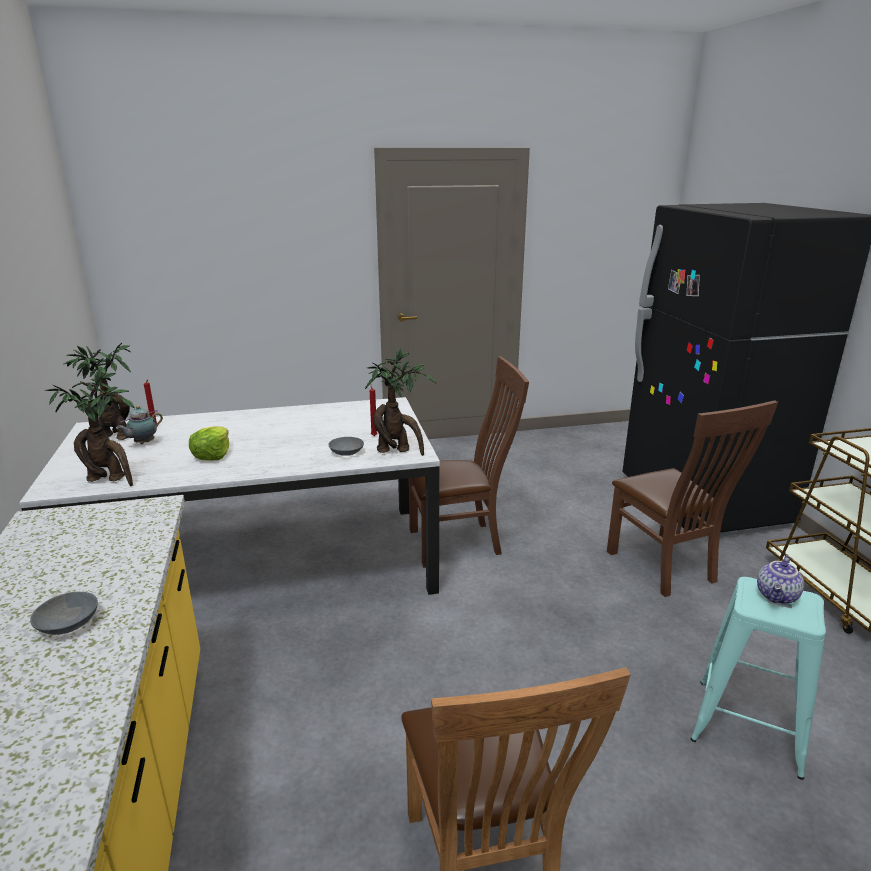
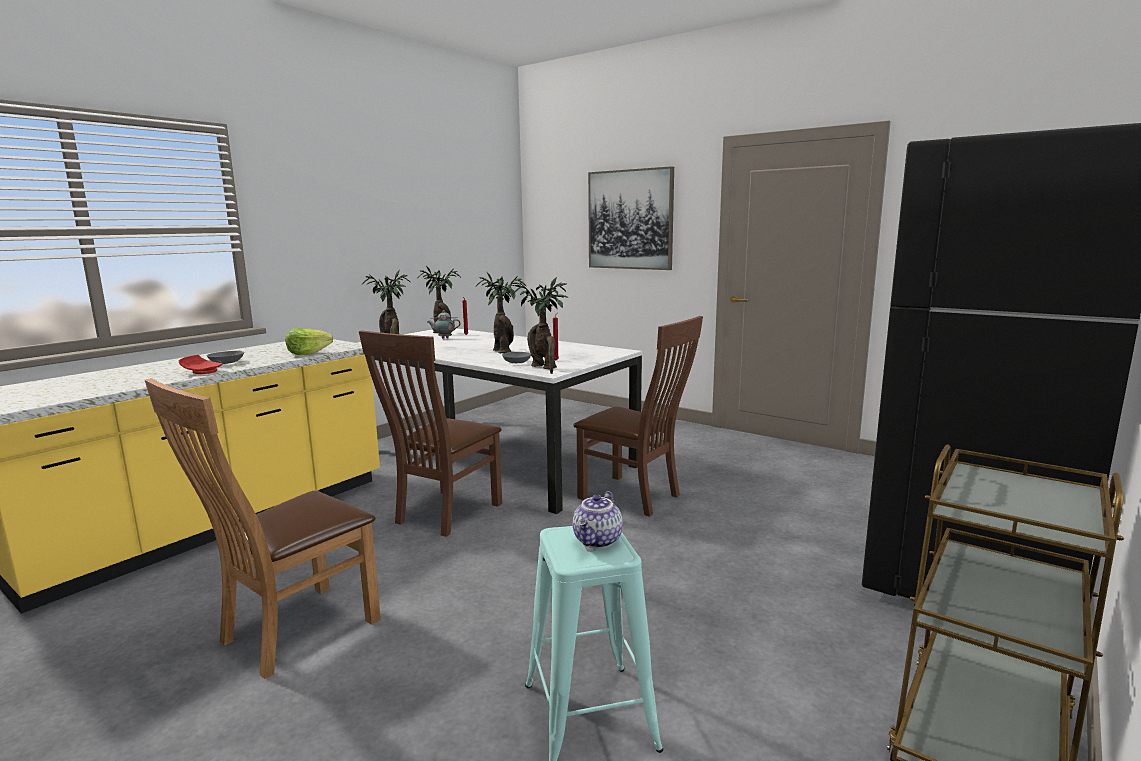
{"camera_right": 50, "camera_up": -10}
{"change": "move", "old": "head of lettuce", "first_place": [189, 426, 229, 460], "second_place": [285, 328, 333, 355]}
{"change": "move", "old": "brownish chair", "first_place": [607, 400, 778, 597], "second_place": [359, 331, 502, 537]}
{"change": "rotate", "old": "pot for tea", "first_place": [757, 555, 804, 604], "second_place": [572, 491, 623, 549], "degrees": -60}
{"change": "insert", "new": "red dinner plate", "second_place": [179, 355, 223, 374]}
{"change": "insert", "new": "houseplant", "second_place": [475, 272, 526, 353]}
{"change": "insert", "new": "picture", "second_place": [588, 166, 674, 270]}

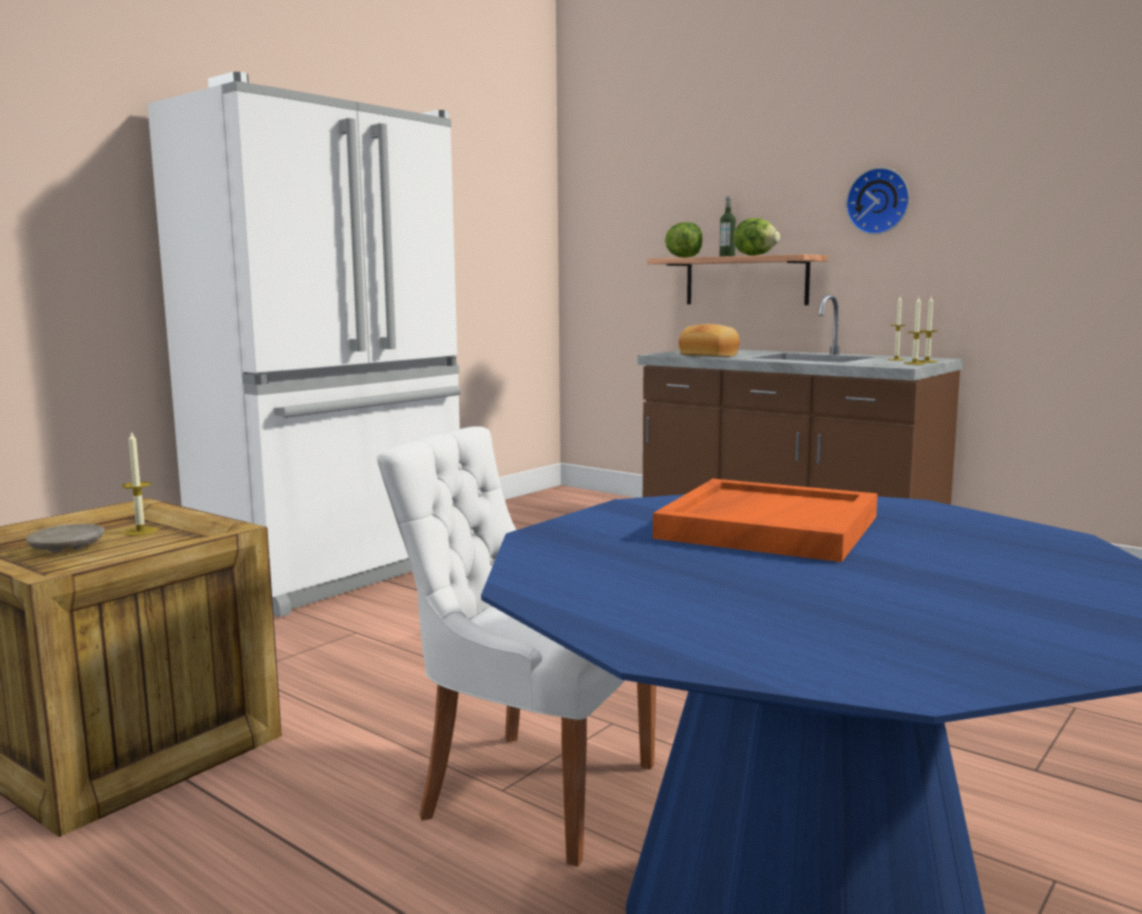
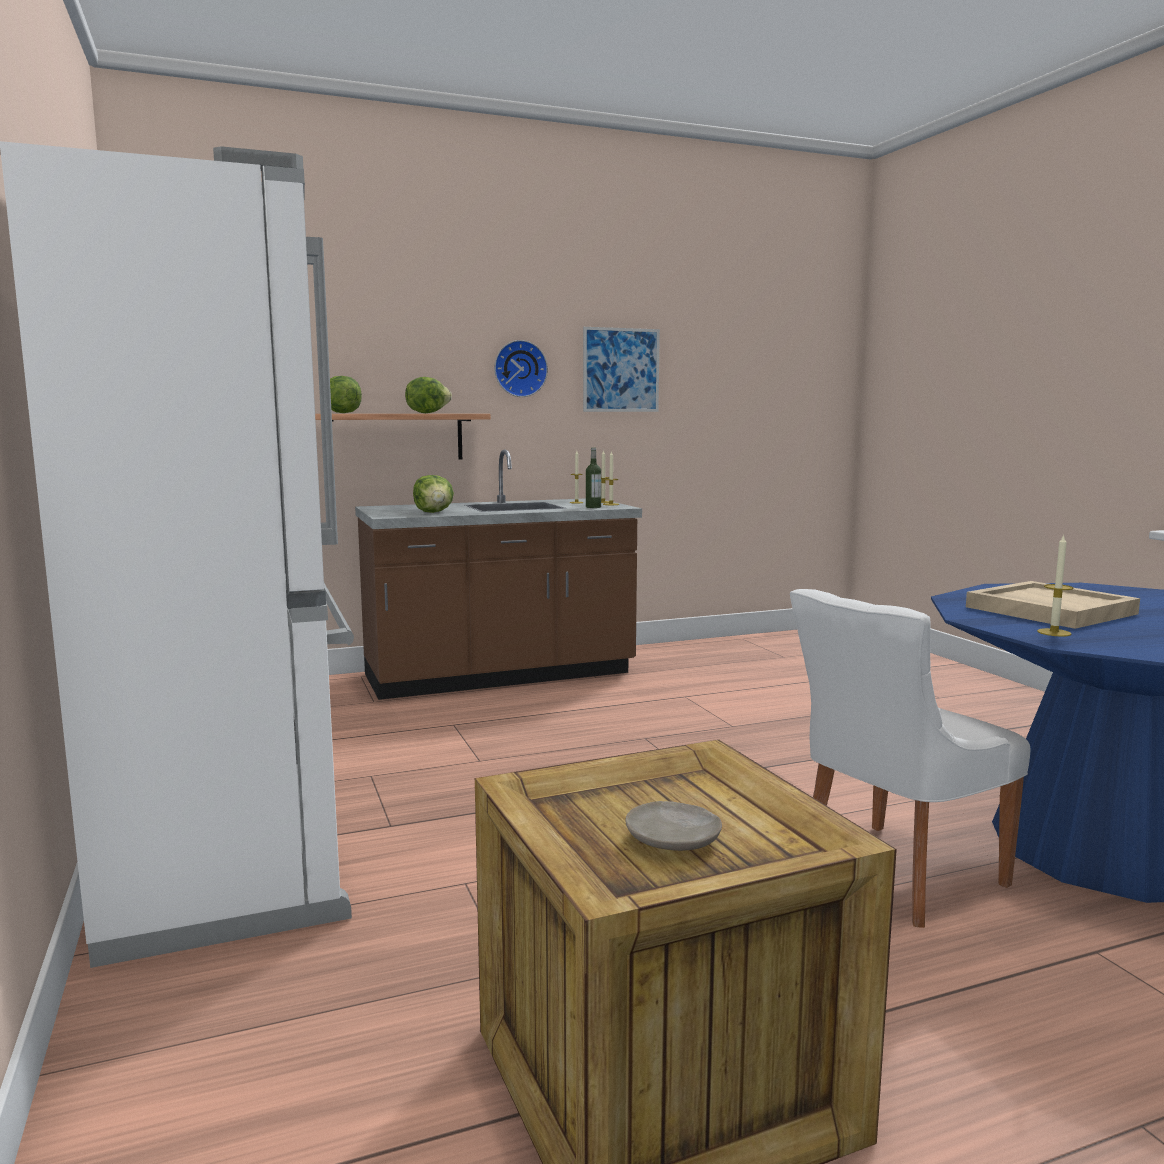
{"camera_right": -60, "camera_up": 0}
{"change": "move", "old": "wax light", "first_place": [122, 431, 158, 536], "second_place": [1037, 534, 1073, 637]}
{"change": "recolor", "old": "orange carrying tray", "new": "beige carrying tray", "first_place": [653, 479, 878, 562], "second_place": [966, 581, 1140, 629]}
{"change": "replace", "old": "baked bread", "new": "head of lettuce", "first_place": [679, 324, 740, 357], "second_place": [413, 475, 454, 513]}
{"change": "move", "old": "bottle", "first_place": [720, 196, 736, 257], "second_place": [586, 448, 601, 508]}
{"change": "insert", "new": "picture", "second_place": [583, 327, 660, 412]}

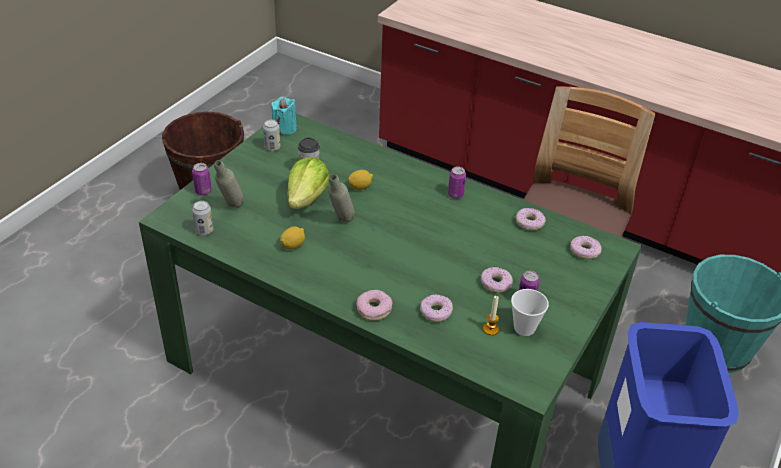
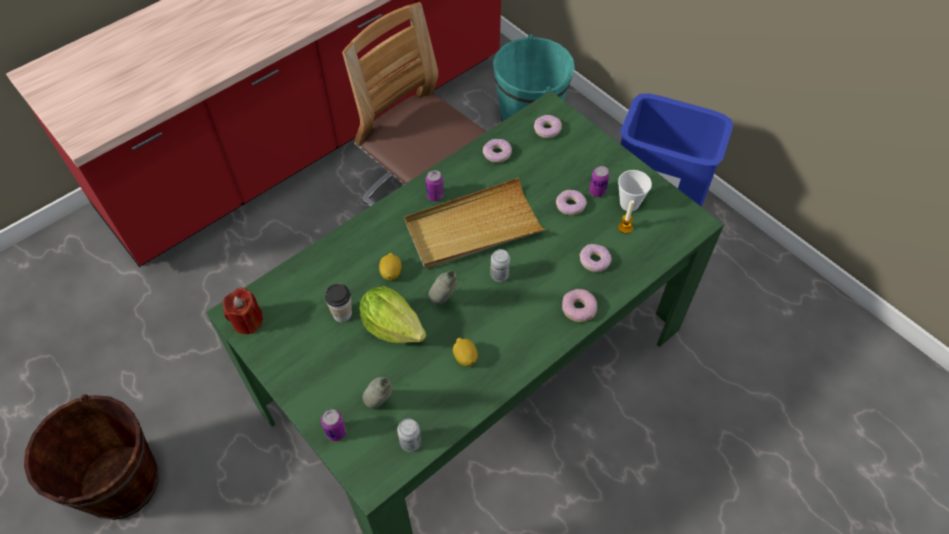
{"camera_right": -70, "camera_up": 15}
{"change": "move", "old": "sealed can", "first_place": [263, 120, 280, 151], "second_place": [490, 249, 510, 282]}
{"change": "recolor", "old": "blue-green wax light", "new": "red wax light", "first_place": [271, 97, 297, 135], "second_place": [222, 288, 263, 334]}
{"change": "insert", "new": "beige carrying tray", "second_place": [404, 177, 546, 269]}

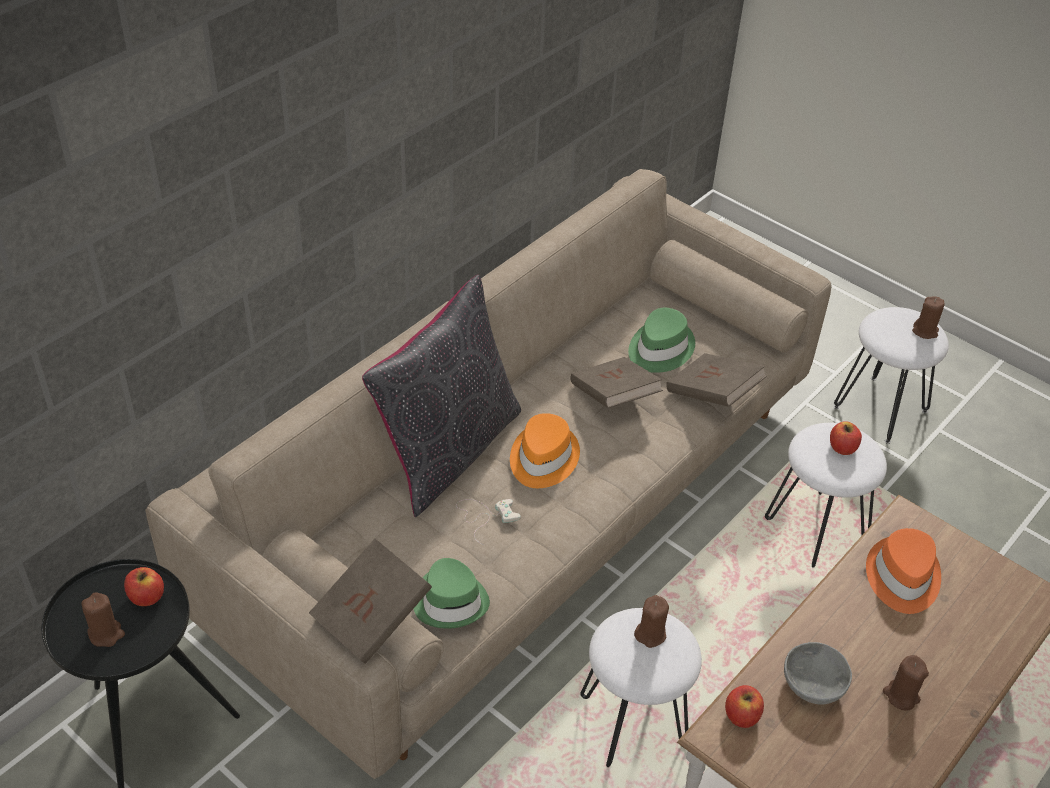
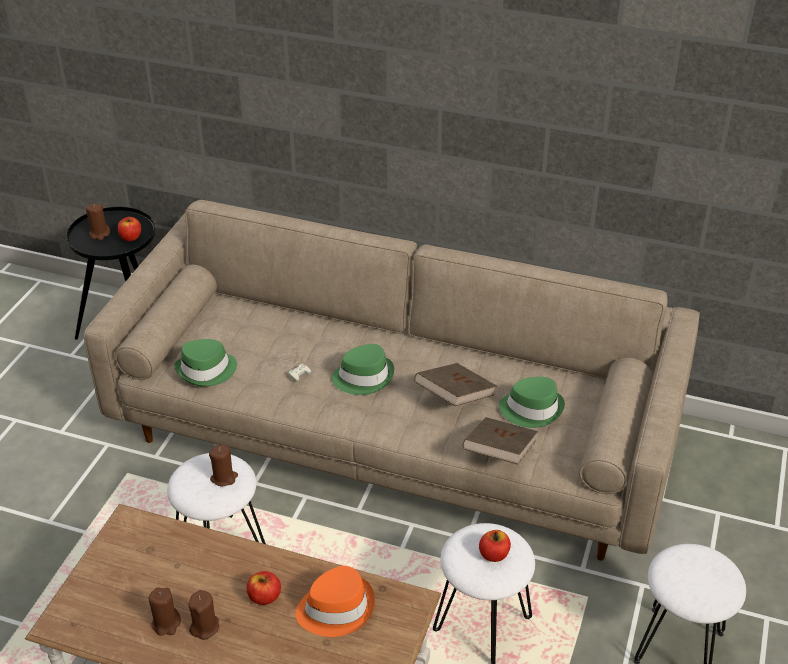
{"camera_right": 70, "camera_up": -5}
{"change": "delete", "old": "brownish bound book", "first_place": [309, 538, 432, 664]}
{"change": "delete", "old": "black-coloured cushion", "first_place": [362, 275, 521, 517]}
{"change": "recolor", "old": "orange wearable hat", "new": "green wearable hat", "first_place": [510, 413, 580, 488], "second_place": [331, 344, 394, 395]}
{"change": "move", "old": "whole apple", "first_place": [725, 685, 764, 728], "second_place": [247, 571, 281, 605]}
{"change": "delete", "old": "grey serving bowl", "first_place": [784, 642, 852, 705]}
{"change": "move", "old": "brownish wax light", "first_place": [912, 297, 944, 339], "second_place": [149, 587, 181, 636]}

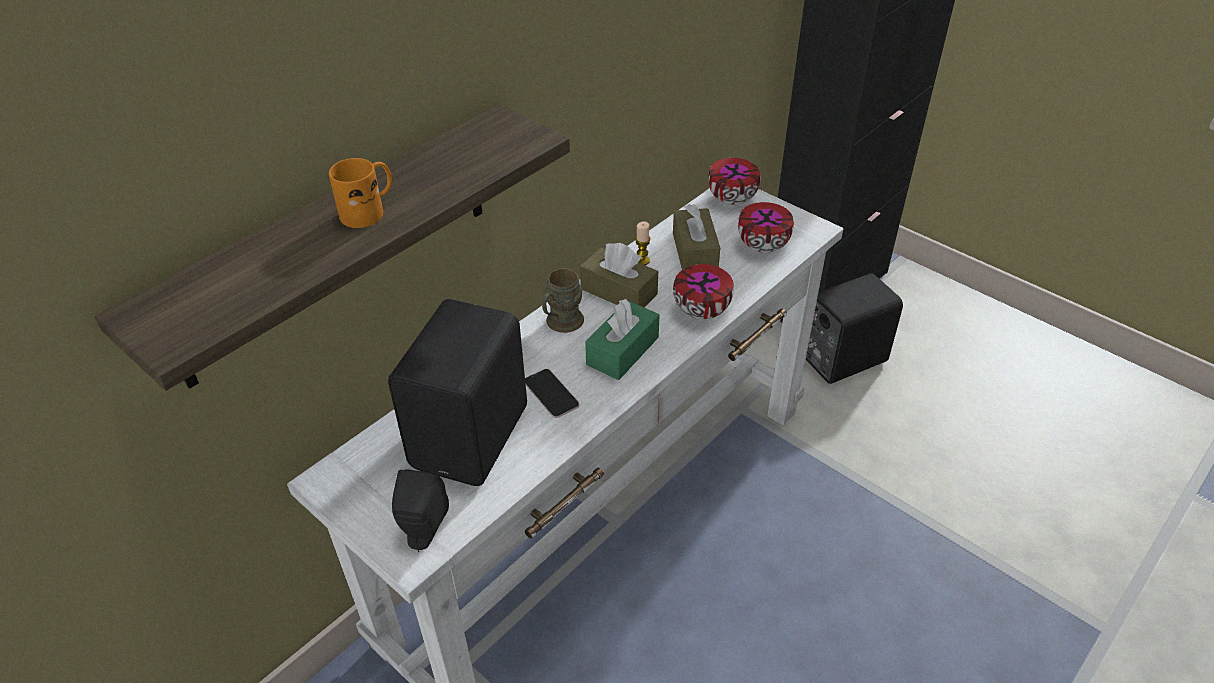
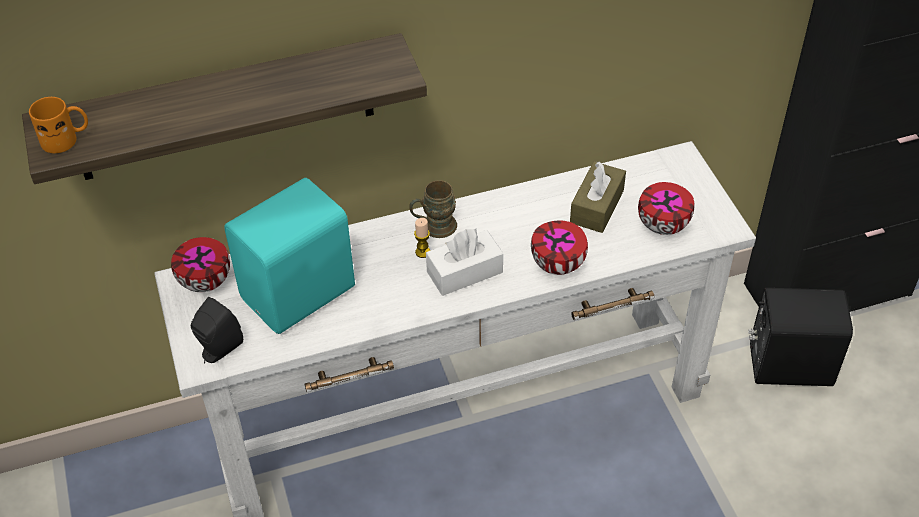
{"camera_right": 30, "camera_up": 5}
{"change": "move", "old": "orange tea mug", "first_place": [329, 158, 392, 228], "second_place": [29, 97, 88, 153]}
{"change": "recolor", "old": "black-coloured loudspeaker", "new": "blue-green loudspeaker", "first_place": [388, 299, 527, 486], "second_place": [224, 178, 355, 334]}
{"change": "delete", "old": "phone", "first_place": [525, 369, 579, 418]}
{"change": "delete", "old": "brownish tissue holder", "first_place": [580, 243, 658, 308]}
{"change": "recolor", "old": "green tissue holder", "new": "whitish tissue holder", "first_place": [585, 299, 659, 380], "second_place": [426, 229, 503, 296]}
{"change": "move", "old": "wax light", "first_place": [635, 221, 651, 265], "second_place": [414, 218, 430, 258]}
{"change": "move", "old": "serving bowl", "first_place": [708, 158, 760, 205], "second_place": [171, 237, 230, 292]}

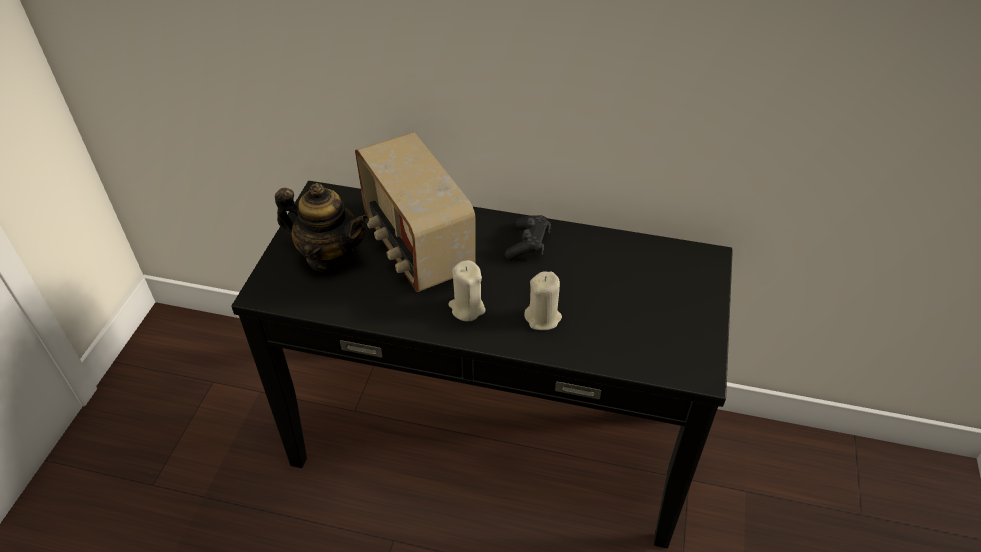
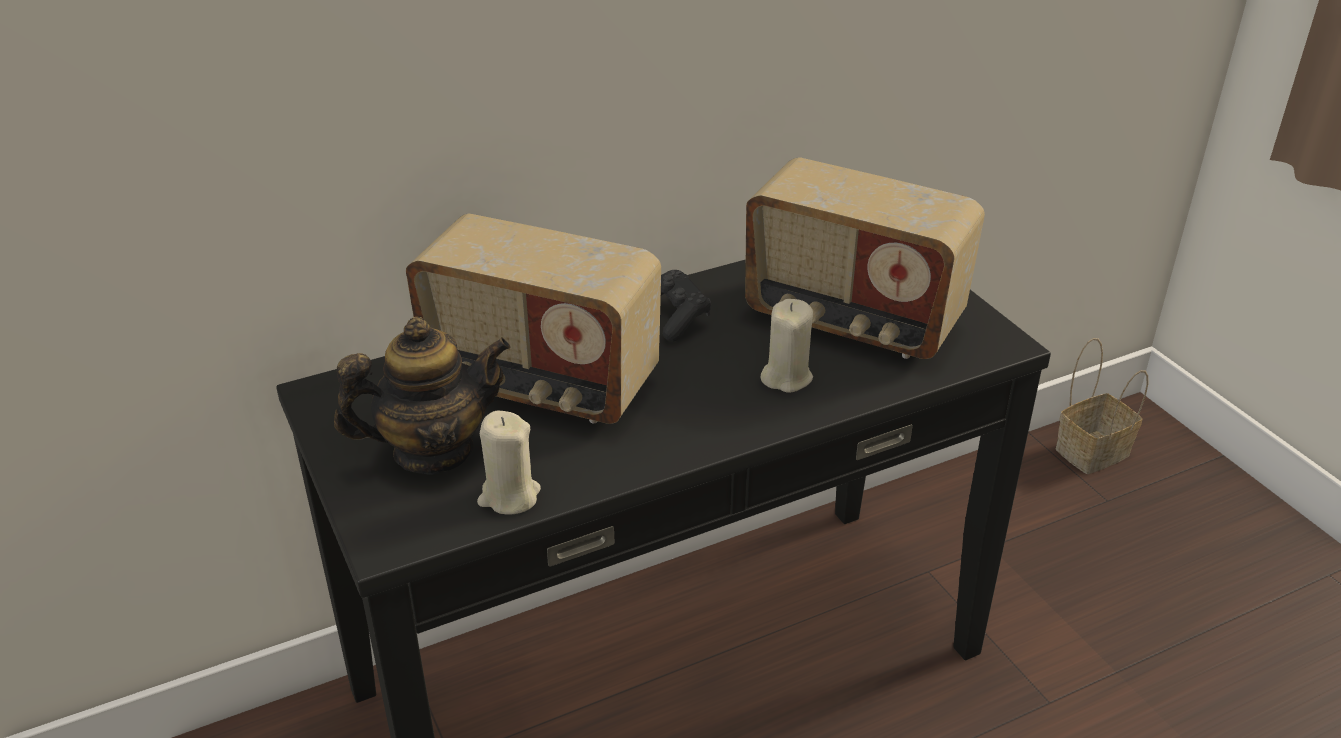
{"camera_right": -40, "camera_up": -10}
{"change": "move", "old": "beige wax light", "first_place": [448, 260, 485, 321], "second_place": [477, 411, 541, 514]}
{"change": "insert", "new": "radio receiver", "second_place": [745, 157, 985, 359]}
{"change": "insert", "new": "storage basket", "second_place": [1055, 338, 1149, 474]}

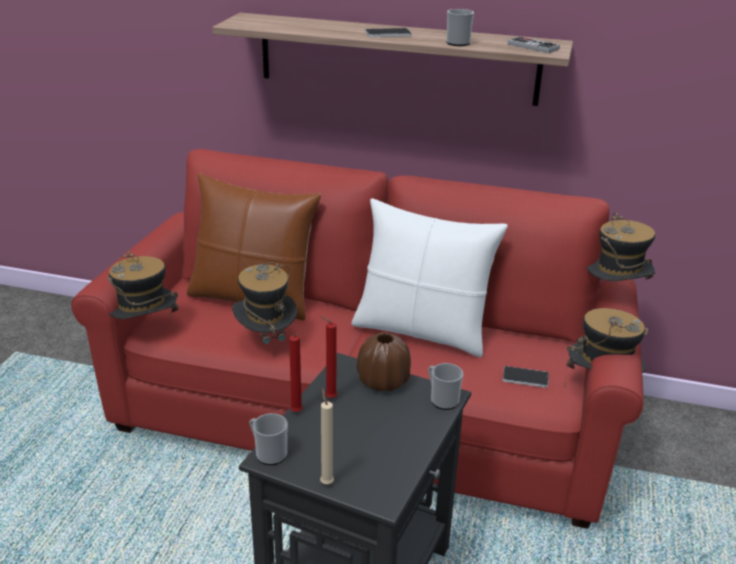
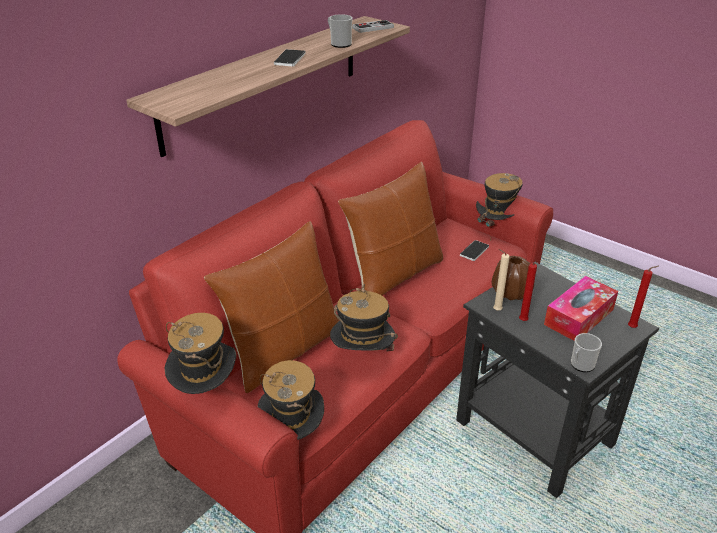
{"camera_right": -65, "camera_up": 5}
{"change": "move", "old": "red wax light", "first_place": [289, 334, 303, 412], "second_place": [628, 266, 658, 328]}
{"change": "move", "old": "beige wax light", "first_place": [320, 388, 334, 484], "second_place": [493, 249, 510, 311]}
{"change": "recolor", "old": "whitish cushion", "new": "brownish cushion", "first_place": [351, 198, 508, 357], "second_place": [338, 162, 443, 296]}
{"change": "delete", "old": "tea mug", "first_place": [428, 363, 463, 410]}
{"change": "move", "old": "wearable hat", "first_place": [587, 212, 655, 286], "second_place": [164, 313, 236, 394]}
{"change": "insert", "new": "tissue holder", "second_place": [544, 276, 618, 341]}

